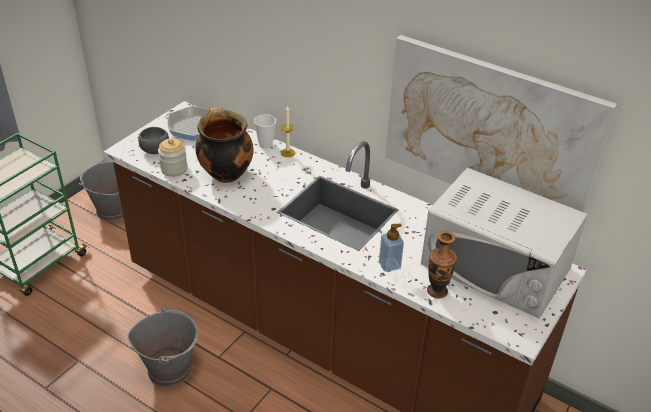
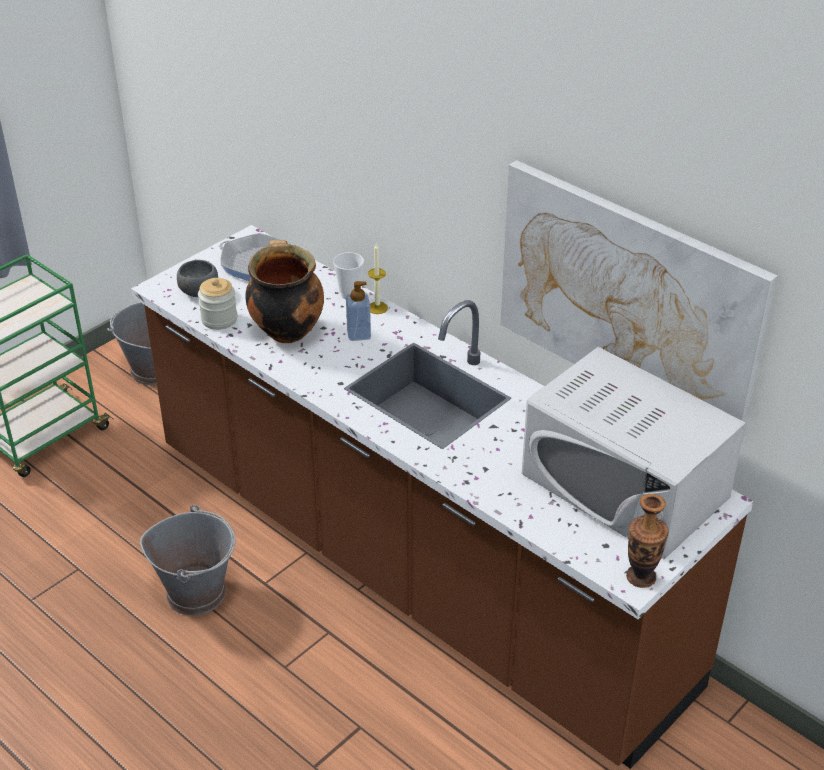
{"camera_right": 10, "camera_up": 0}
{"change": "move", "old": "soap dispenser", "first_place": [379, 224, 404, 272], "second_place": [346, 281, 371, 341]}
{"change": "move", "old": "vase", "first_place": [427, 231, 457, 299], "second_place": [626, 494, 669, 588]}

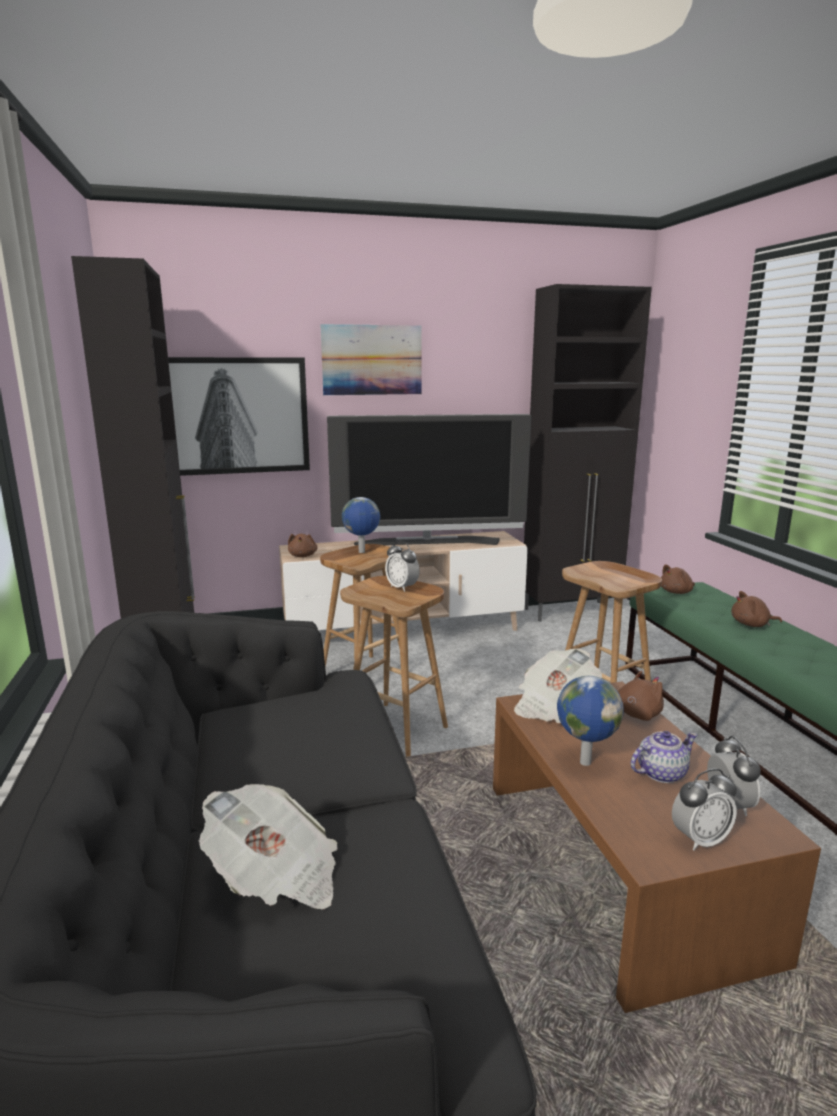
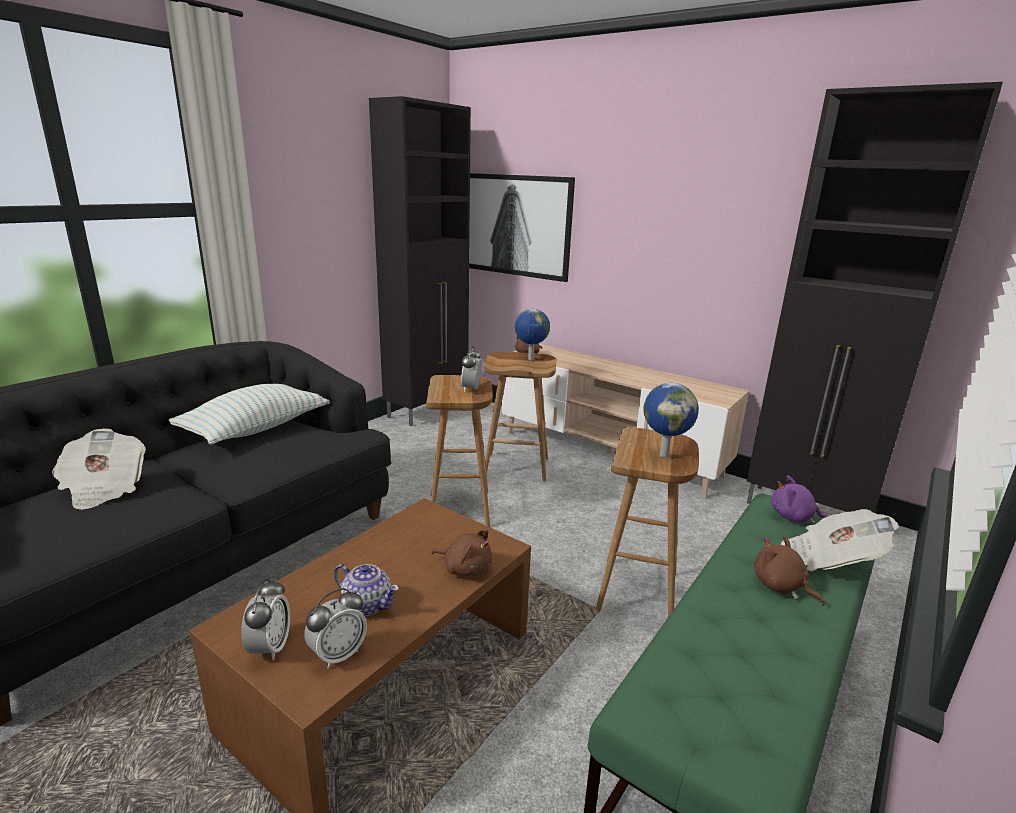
{"camera_right": 50, "camera_up": 5}
{"change": "delete", "old": "picture", "first_place": [320, 324, 422, 395]}
{"change": "delete", "old": "TV set", "first_place": [327, 414, 532, 546]}
{"change": "move", "old": "printed paper", "first_place": [514, 649, 602, 723], "second_place": [781, 509, 899, 571]}
{"change": "move", "old": "desk globe", "first_place": [557, 676, 624, 766], "second_place": [643, 383, 699, 458]}
{"change": "recolor", "old": "brownish cuddly toy", "new": "purplish cuddly toy", "first_place": [661, 564, 695, 594], "second_place": [771, 476, 829, 524]}
{"change": "rotate", "old": "table clock", "first_place": [672, 769, 737, 851], "second_place": [241, 579, 290, 660], "degrees": -120}
{"change": "insert", "new": "cushion", "second_place": [168, 384, 330, 445]}

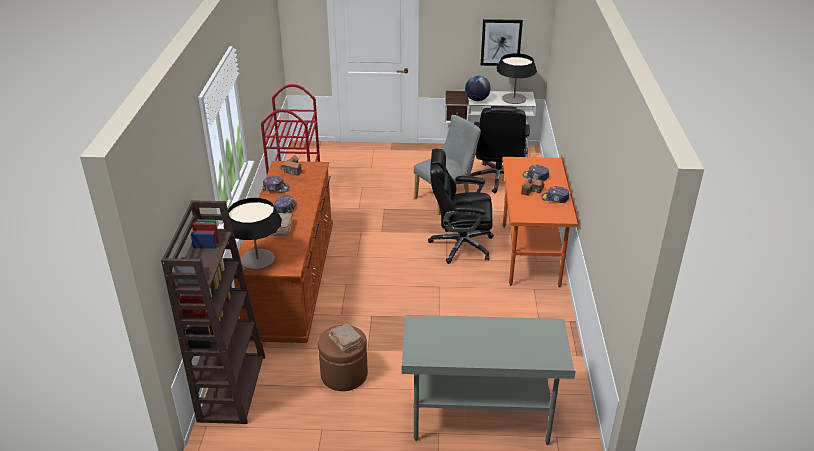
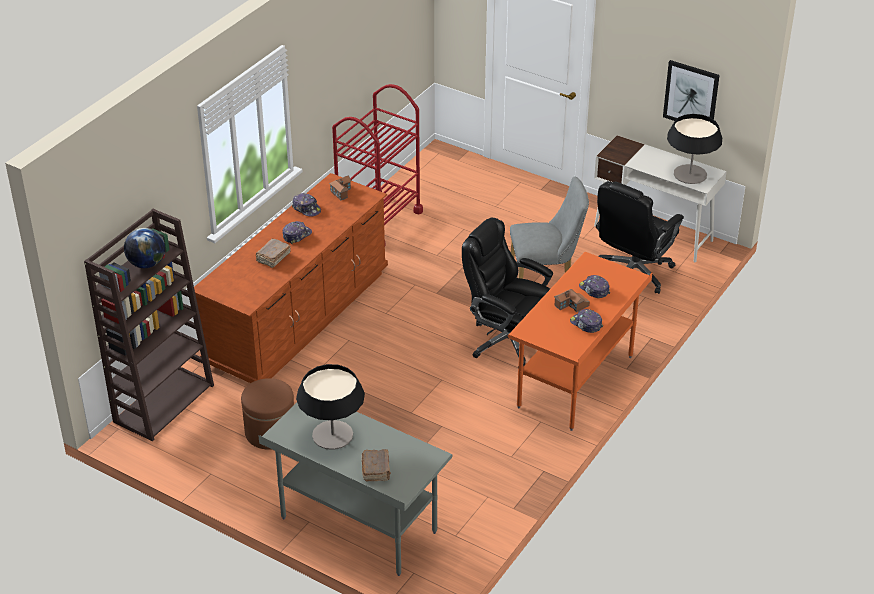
{"camera_right": 30, "camera_up": 5}
{"change": "move", "old": "lamp for a table", "first_place": [223, 198, 282, 270], "second_place": [296, 364, 365, 450]}
{"change": "move", "old": "brownish bound book", "first_place": [329, 323, 363, 352], "second_place": [361, 449, 391, 482]}
{"change": "move", "old": "desk globe", "first_place": [465, 76, 491, 101], "second_place": [124, 228, 165, 268]}

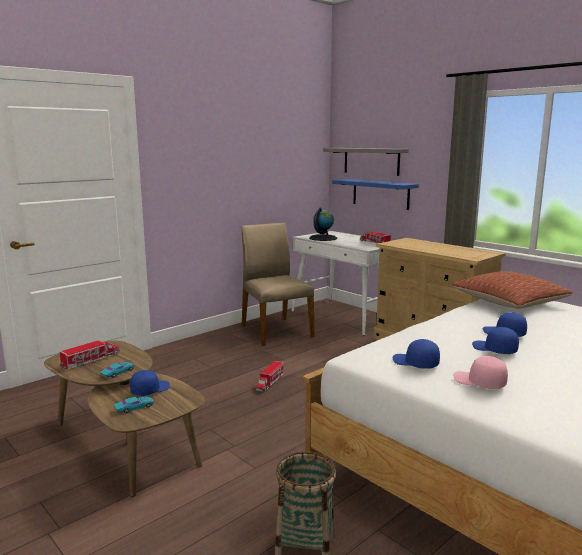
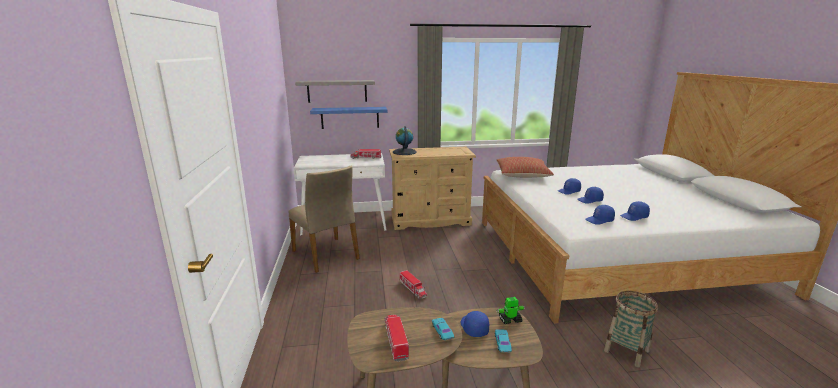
{"camera_right": -55, "camera_up": 5}
{"change": "rotate", "old": "beige chair", "first_place": [241, 223, 315, 346], "second_place": [289, 166, 360, 273], "degrees": -135}
{"change": "move", "old": "desk globe", "first_place": [309, 208, 337, 241], "second_place": [393, 126, 417, 155]}
{"change": "recolor", "old": "pink cap", "new": "bluish cap", "first_place": [453, 356, 508, 389], "second_place": [620, 201, 650, 221]}
{"change": "insert", "new": "toy robot", "second_place": [496, 297, 525, 324]}

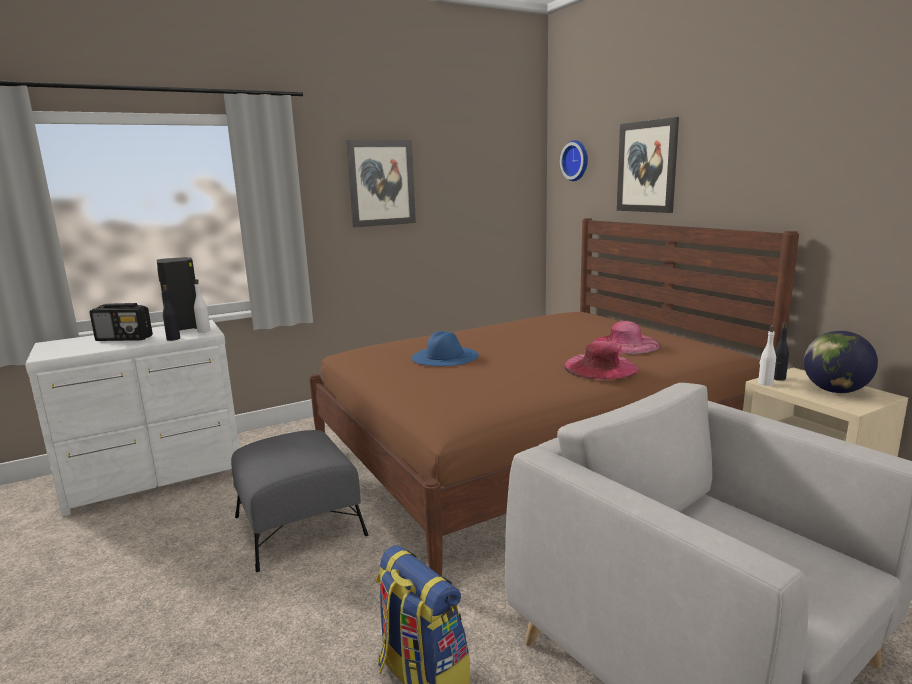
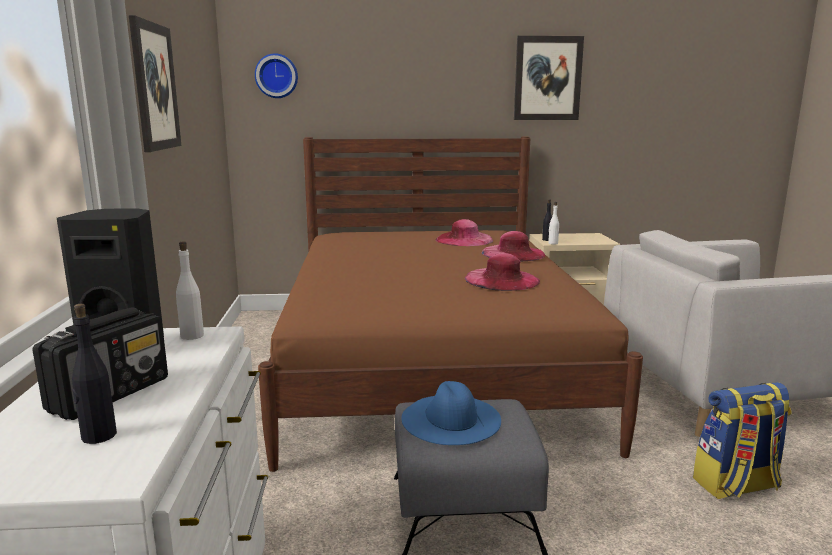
{"camera_right": -65, "camera_up": 0}
{"change": "move", "old": "black-coloured bottle", "first_place": [163, 285, 180, 341], "second_place": [72, 304, 117, 444]}
{"change": "move", "old": "bluish wearable hat", "first_place": [411, 331, 479, 366], "second_place": [401, 381, 501, 445]}
{"change": "move", "old": "picture", "first_place": [617, 117, 679, 213], "second_place": [514, 36, 584, 120]}
{"change": "delete", "old": "desk globe", "first_place": [803, 331, 878, 393]}
{"change": "insert", "new": "pink wearable hat", "second_place": [465, 253, 540, 291]}

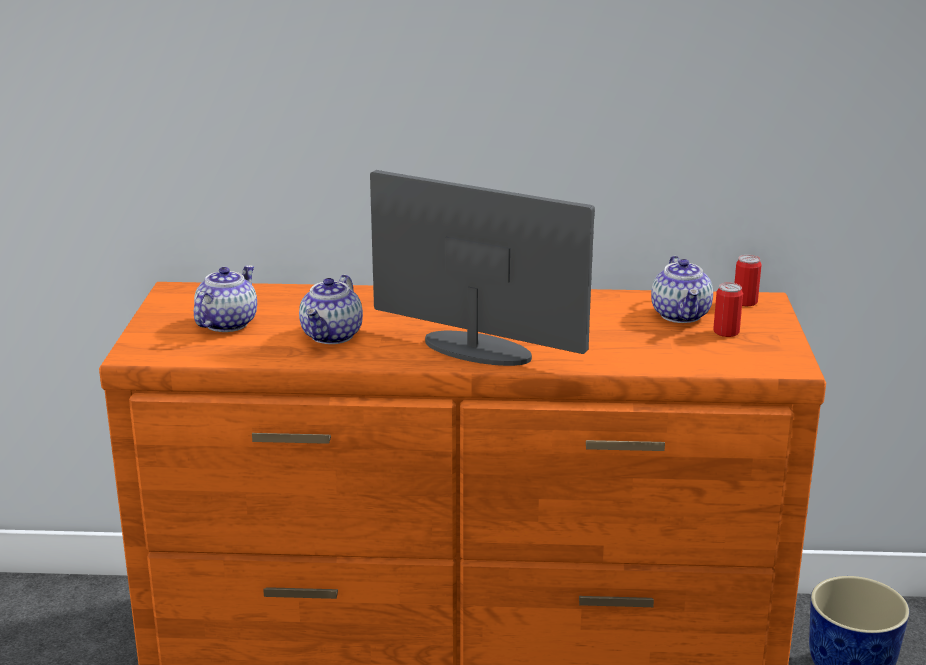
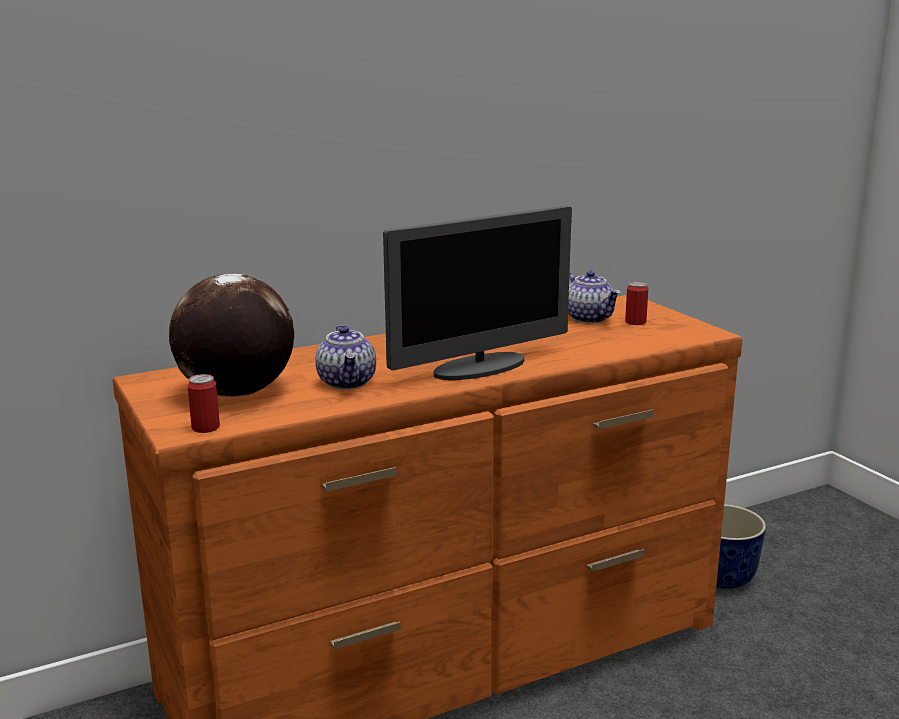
{"camera_right": -30, "camera_up": -5}
{"change": "replace", "old": "pot for tea", "new": "desk globe", "first_place": [194, 265, 257, 332], "second_place": [169, 273, 294, 397]}
{"change": "rotate", "old": "monitor", "first_place": [370, 170, 595, 366], "second_place": [383, 206, 572, 380], "degrees": 150}
{"change": "move", "old": "sealed can", "first_place": [735, 255, 762, 306], "second_place": [188, 374, 220, 433]}

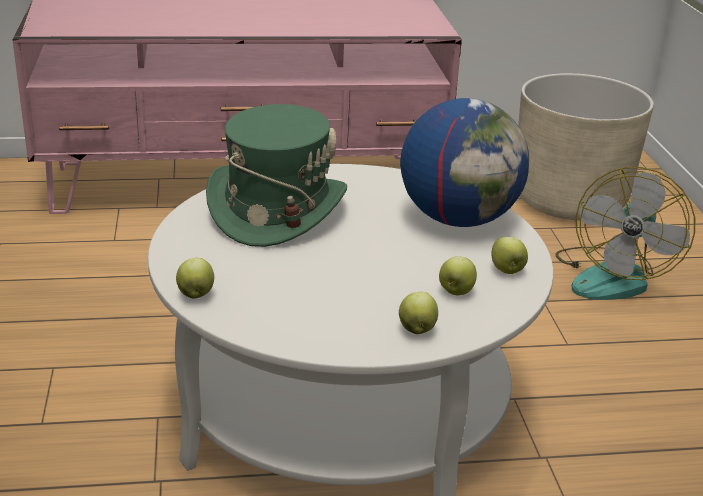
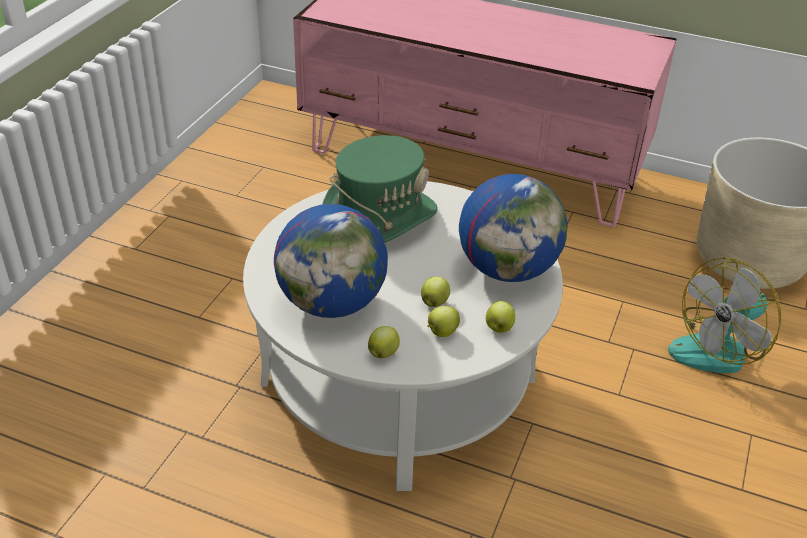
{"camera_right": 30, "camera_up": 10}
{"change": "move", "old": "whole apple", "first_place": [176, 258, 214, 299], "second_place": [421, 277, 450, 307]}
{"change": "insert", "new": "desk globe", "second_place": [274, 204, 388, 318]}

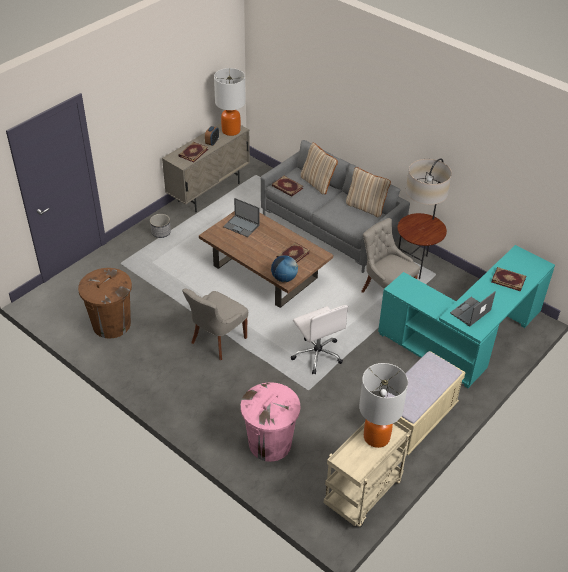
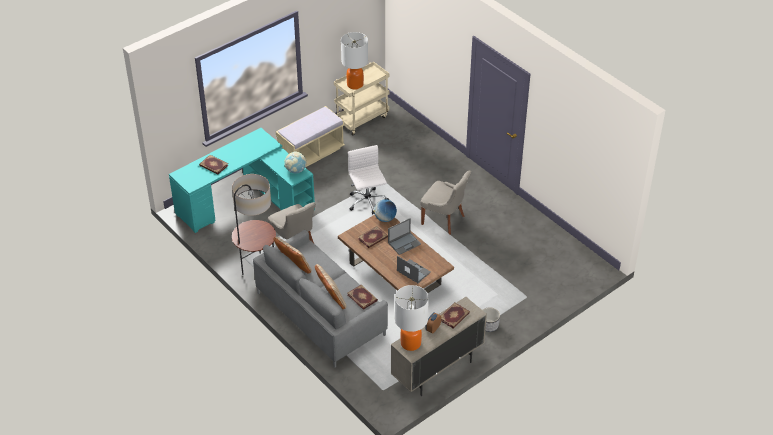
{"camera_right": -170, "camera_up": 0}
{"change": "delete", "old": "brownish waste bin", "first_place": [78, 268, 132, 338]}
{"change": "rotate", "old": "grey chair", "first_place": [182, 288, 248, 360], "second_place": [420, 170, 471, 235], "degrees": 75}
{"change": "delete", "old": "pink waste bin", "first_place": [241, 382, 301, 462]}
{"change": "move", "old": "notebook computer", "first_place": [450, 292, 495, 327], "second_place": [388, 218, 421, 255]}
{"change": "insert", "new": "desk globe", "second_place": [285, 151, 307, 174]}

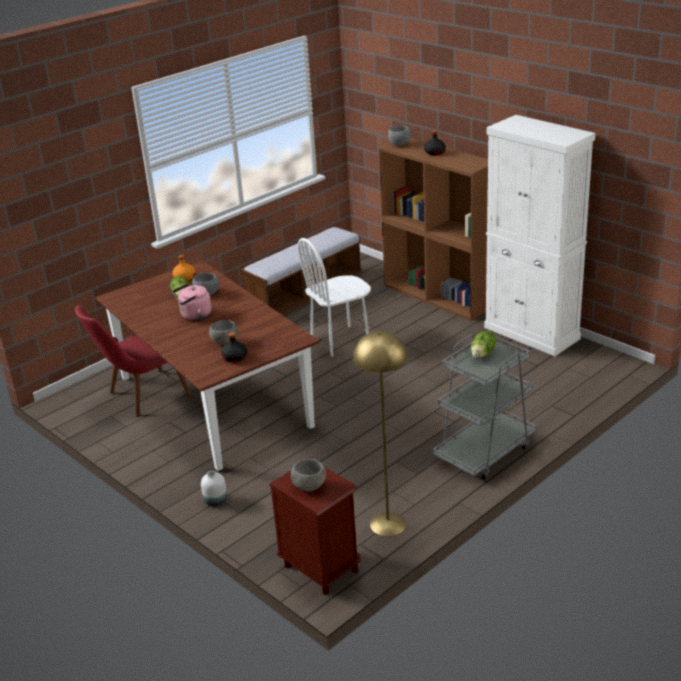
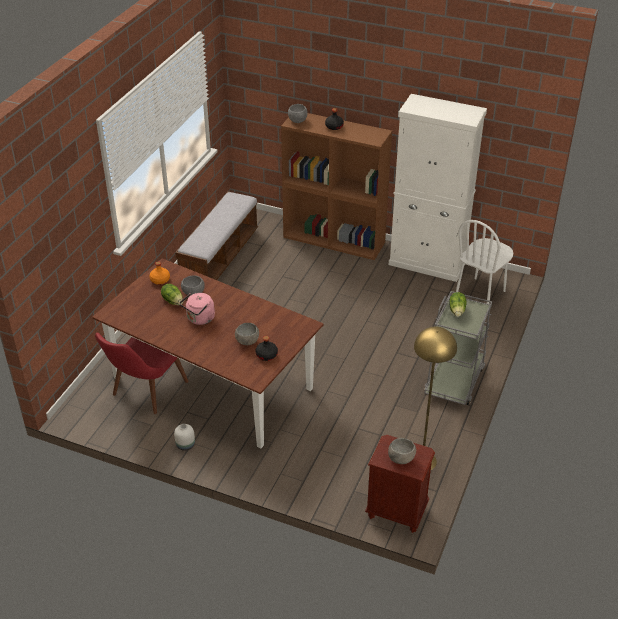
{"camera_right": -25, "camera_up": 10}
{"change": "move", "old": "whitish vase", "first_place": [201, 471, 227, 506], "second_place": [174, 424, 195, 451]}
{"change": "move", "old": "whitish chair", "first_place": [298, 238, 371, 357], "second_place": [456, 220, 513, 304]}

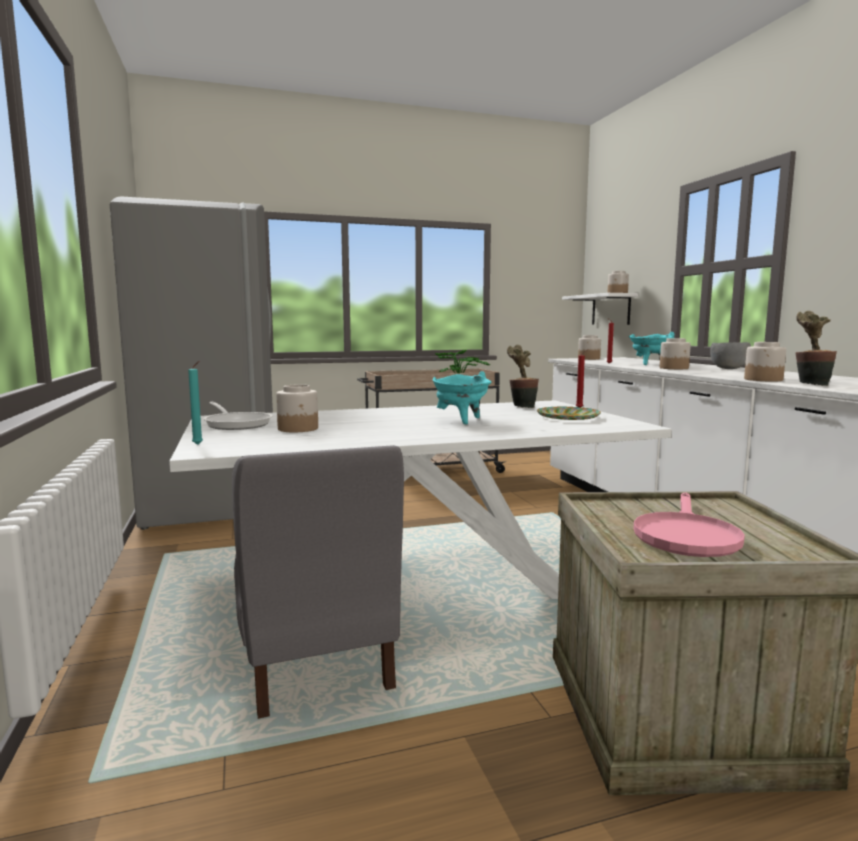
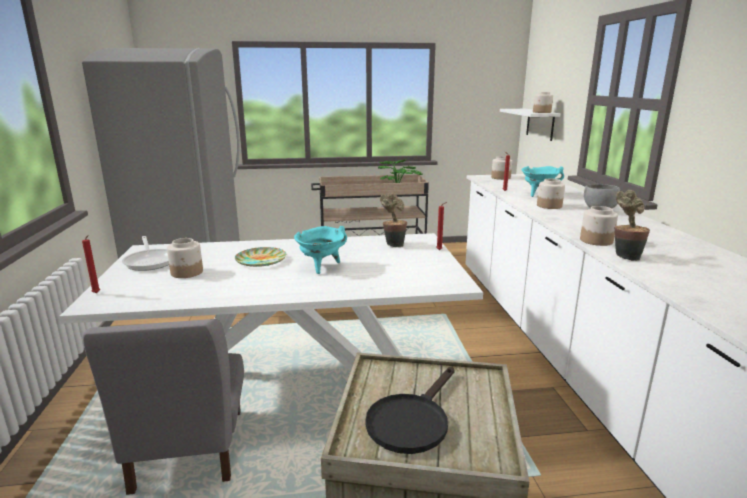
{"camera_right": 10, "camera_up": 10}
{"change": "recolor", "old": "blue-green wax light", "new": "red wax light", "first_place": [188, 361, 203, 445], "second_place": [82, 235, 100, 294]}
{"change": "move", "old": "dinner plate", "first_place": [537, 407, 601, 420], "second_place": [235, 247, 286, 267]}
{"change": "recolor", "old": "pink frying pan", "new": "black-coloured frying pan", "first_place": [634, 492, 745, 557], "second_place": [365, 366, 455, 454]}

